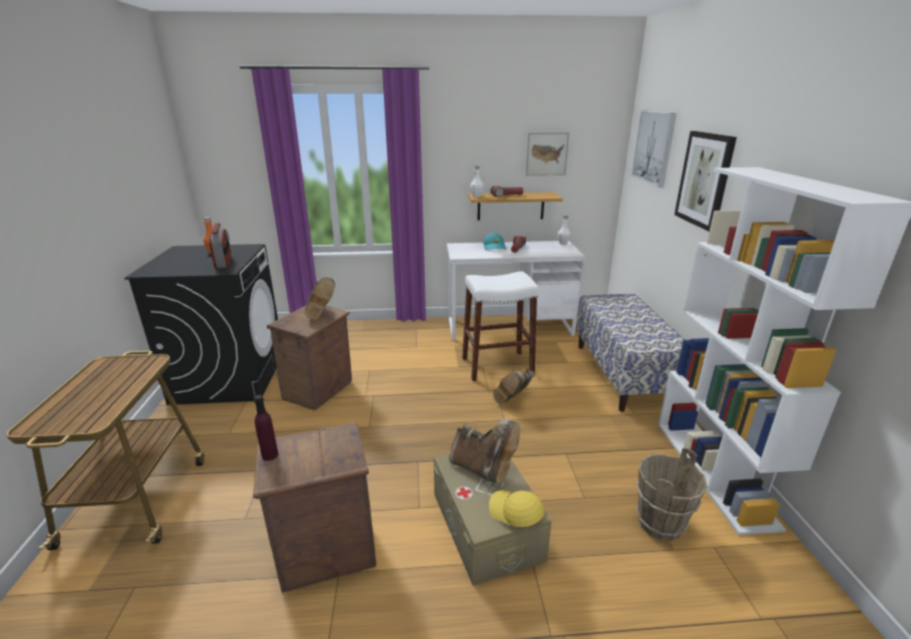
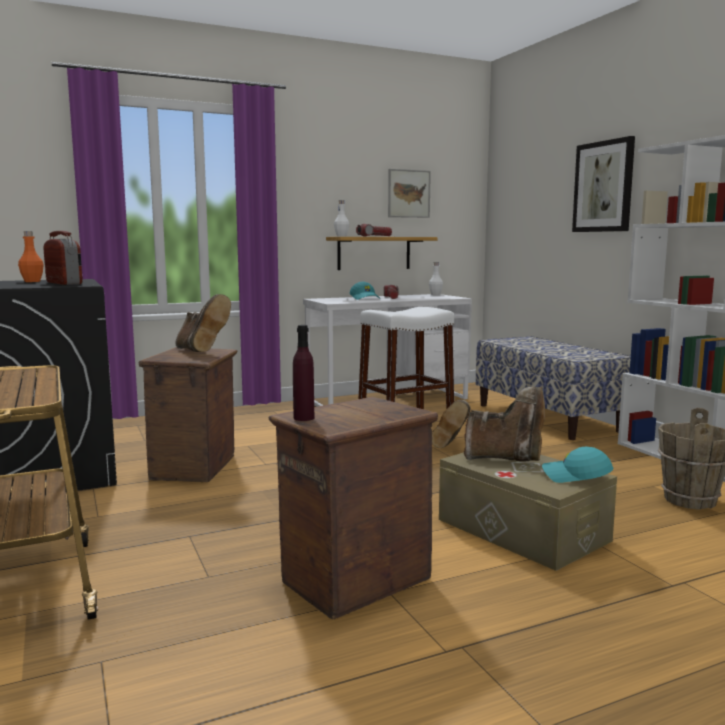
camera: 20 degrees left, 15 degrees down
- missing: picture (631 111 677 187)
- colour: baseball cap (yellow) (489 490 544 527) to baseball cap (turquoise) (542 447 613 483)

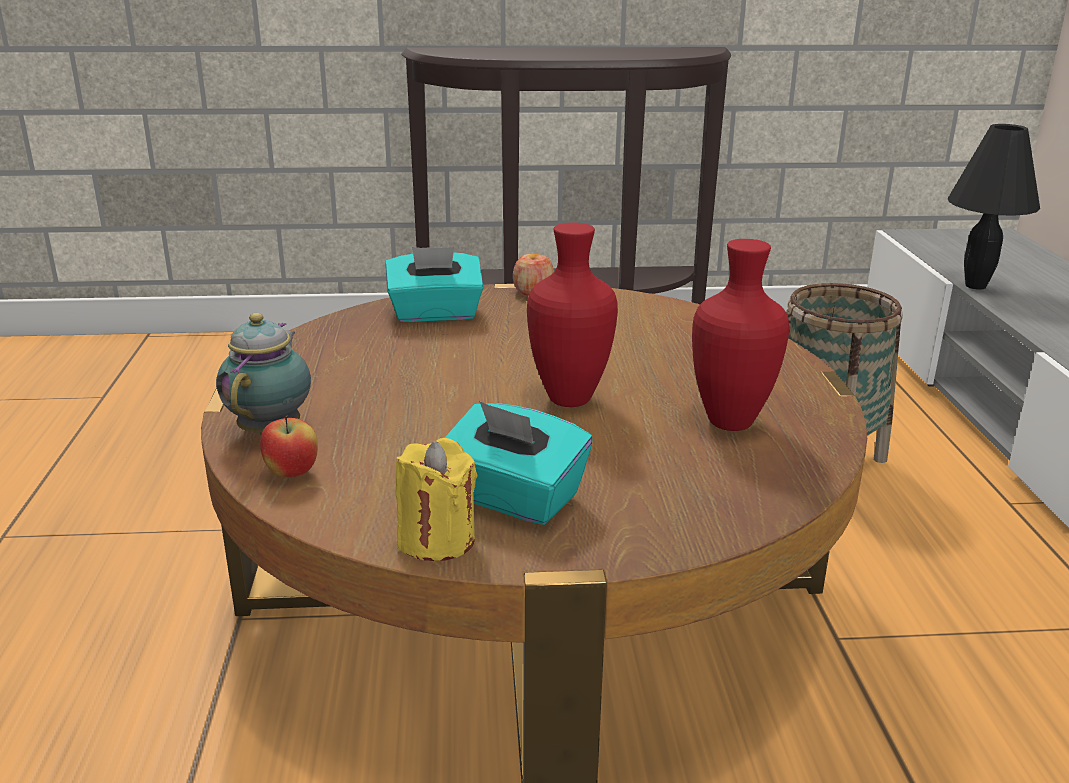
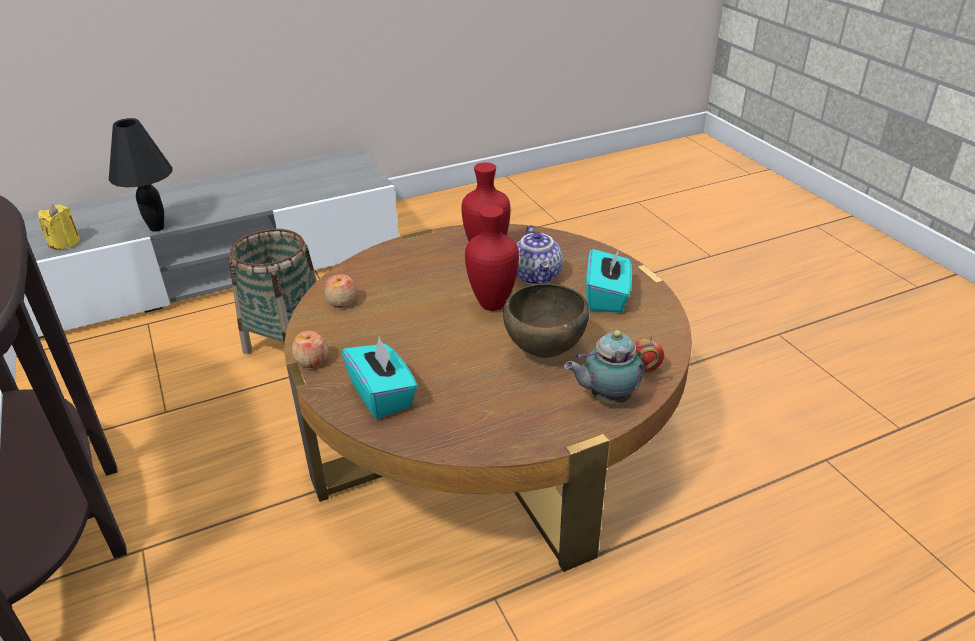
camera: 110 degrees left, 10 degrees up
- relocated: wax light (yellow) (396 438 478 561) to (38 204 80 249)
- appeared: pot for tea (516 225 563 285)
- appeared: whole apple (325 274 357 308)
- appeared: deep dish (brown) (503 284 589 358)

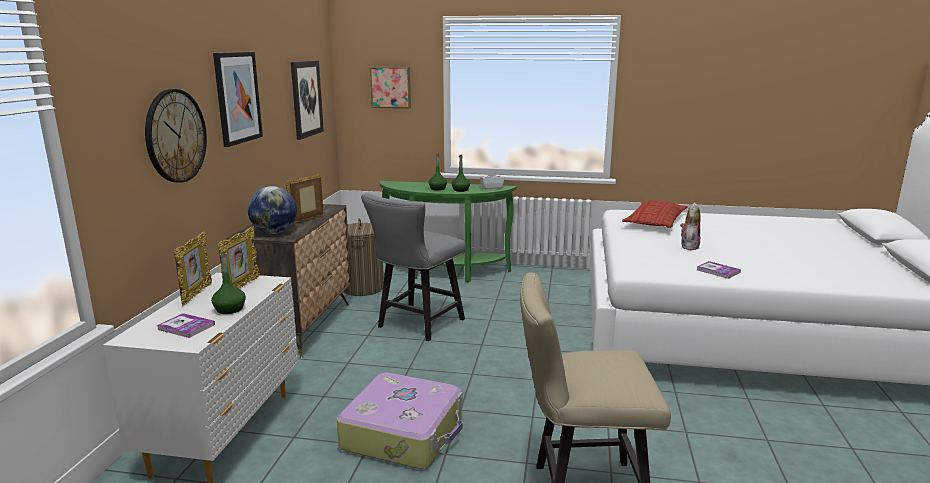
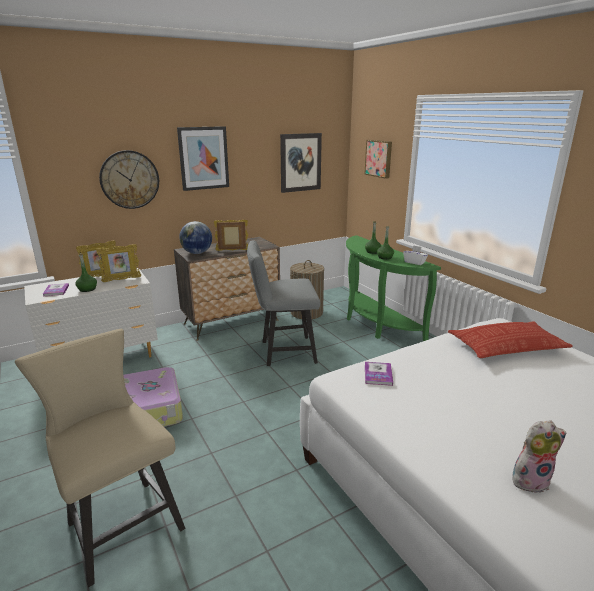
camera: 50 degrees right, 5 degrees up
- relocated: cuddly toy (680 203 701 250) to (512 420 566 494)
- relocated: bound book (697 261 741 279) to (365 362 393 386)

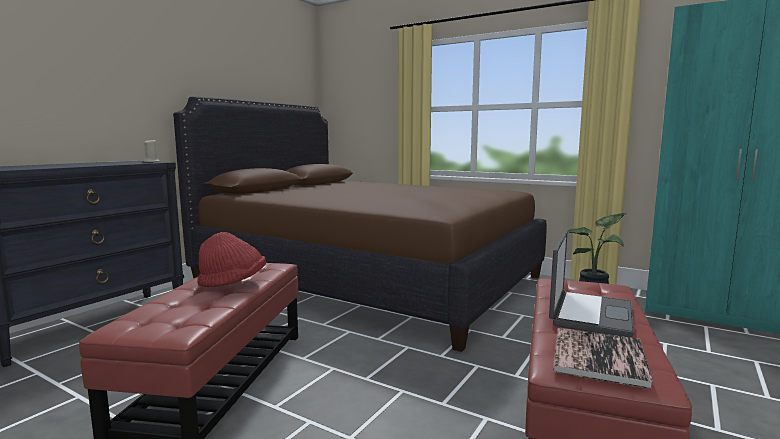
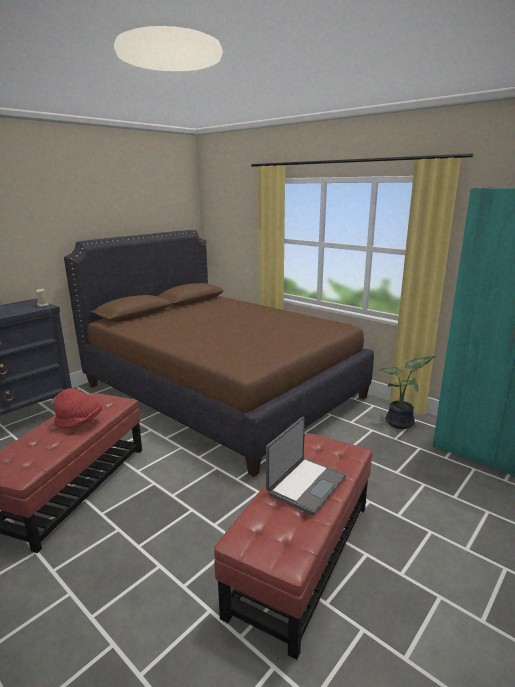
camera: 10 degrees right, 10 degrees up
- missing: bound book (553 328 653 389)

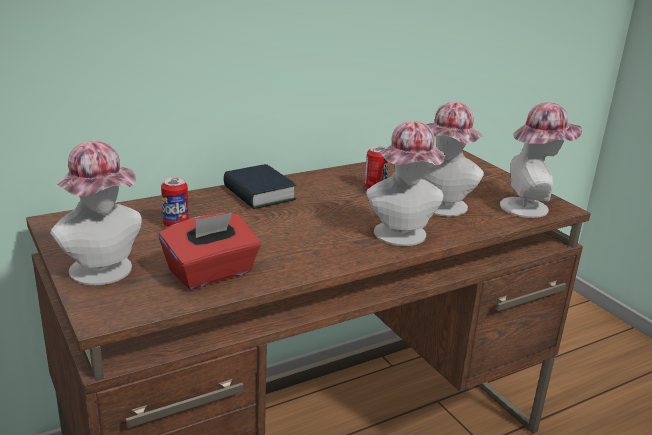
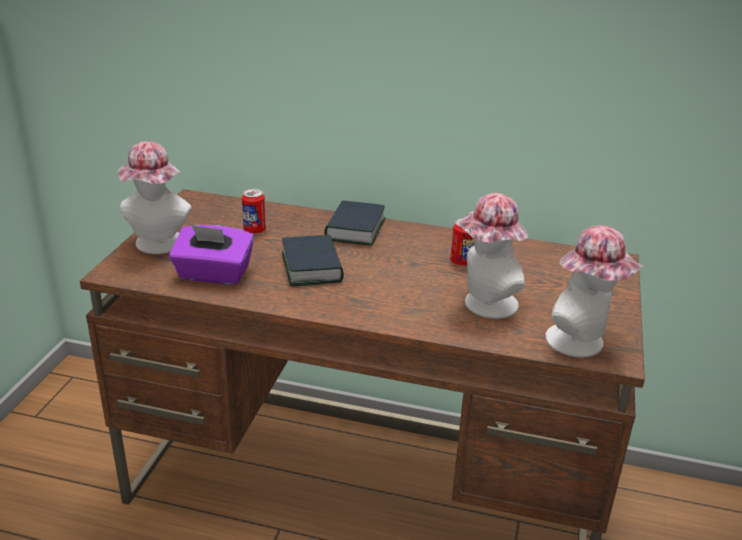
camera: 45 degrees right, 5 degrees up
- missing: hat (366 121 445 246)
- colour: tissue holder (red) (159 213 261 289) to tissue holder (purplish) (169 225 254 285)
- appeared: bound book (282 235 344 286)

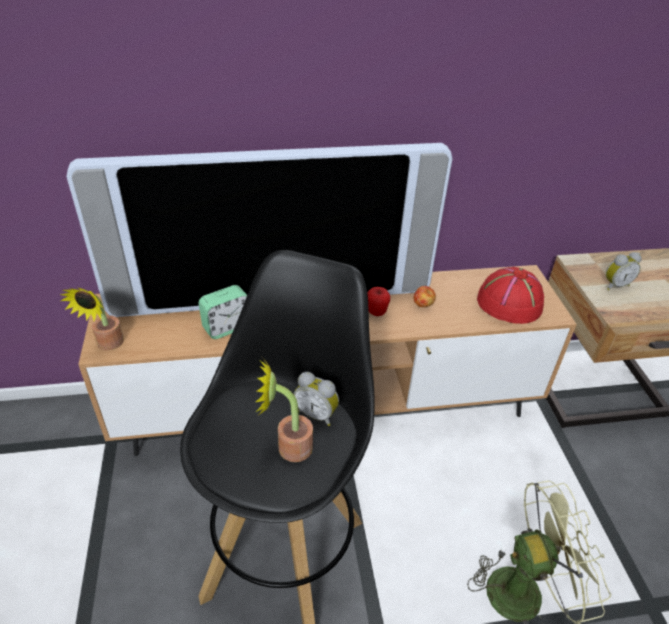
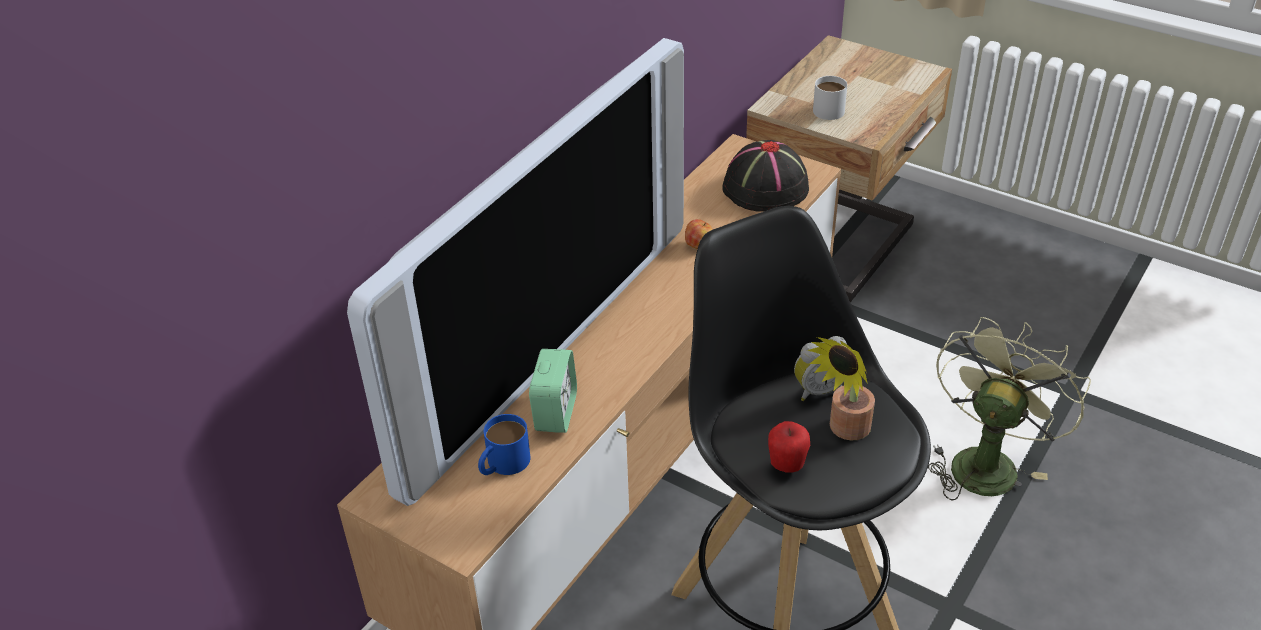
camera: 45 degrees left, 0 degrees up
- exchanged: bedside clock (606 252 642 290) to coffee mug (white) (813 76 847 120)
- colour: hat (red) (477 267 544 324) to hat (black) (722 140 809 212)
- missing: houseplant (60 287 124 350)
- relocated: whole apple (367 287 390 316) to (768 421 810 473)
- appeared: coffee mug (blue) (478 414 530 475)

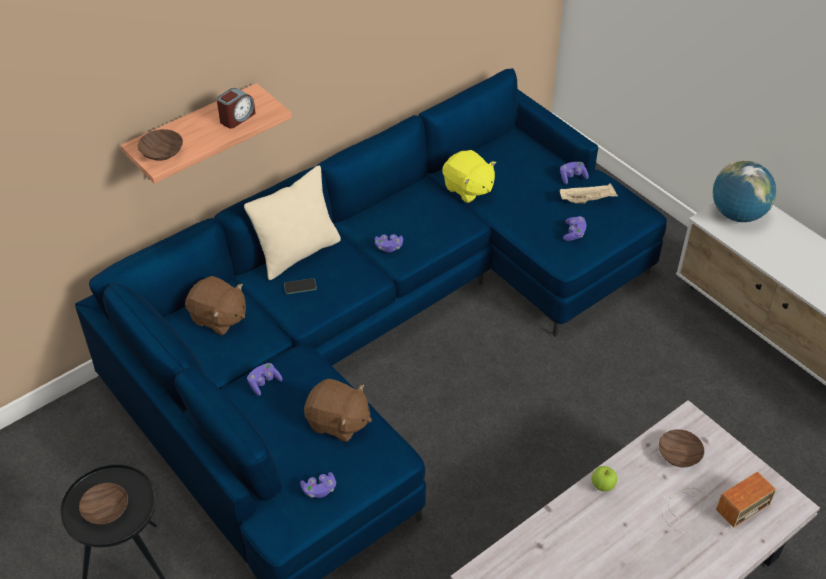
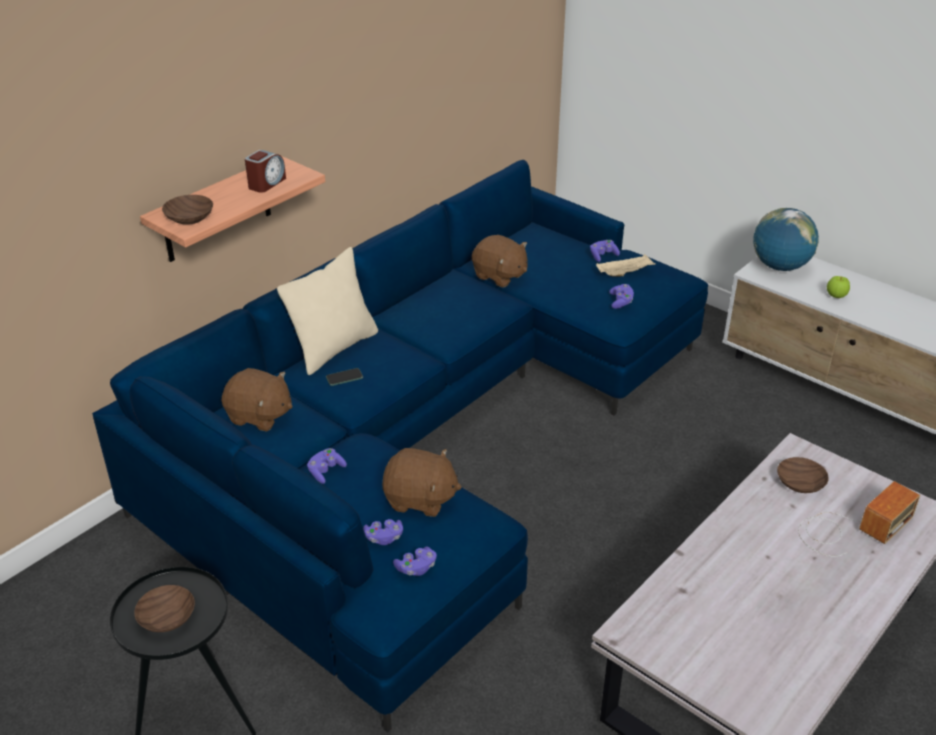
camera: 10 degrees left, 10 degrees down
- colour: cuddly toy (yellow) (442 150 496 203) to cuddly toy (brown) (472 235 528 288)
- relocated: joypad (purplish) (375 234 403 253) to (363 519 403 545)
- relocated: whole apple (592 466 617 491) to (827 276 850 298)

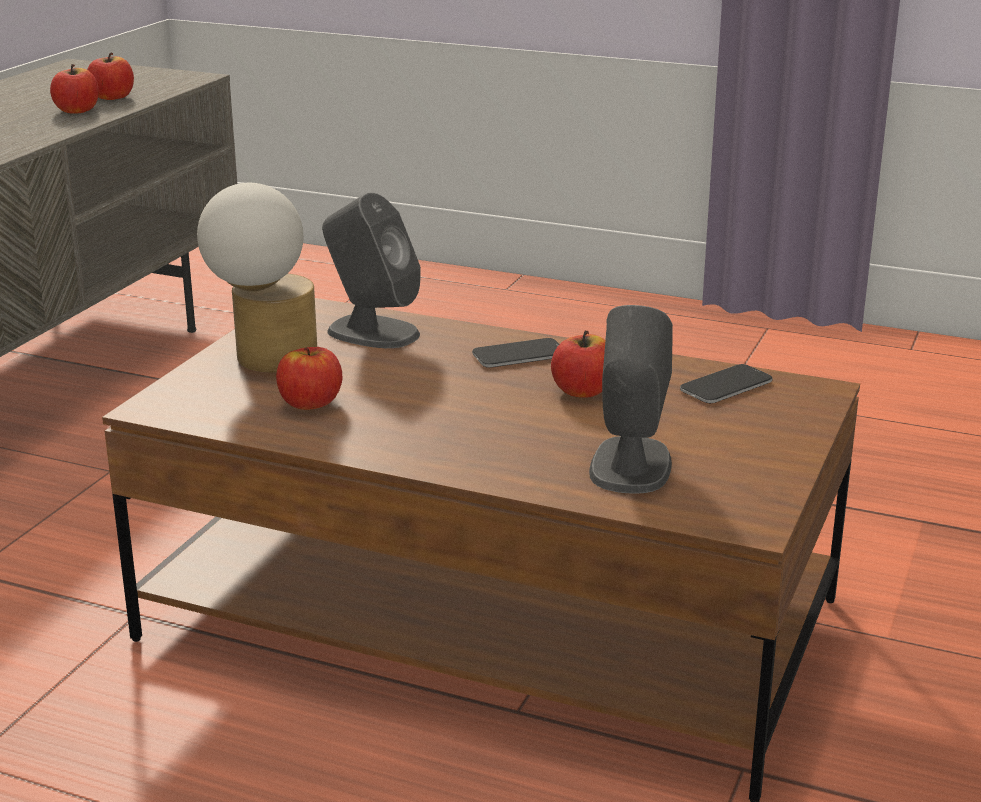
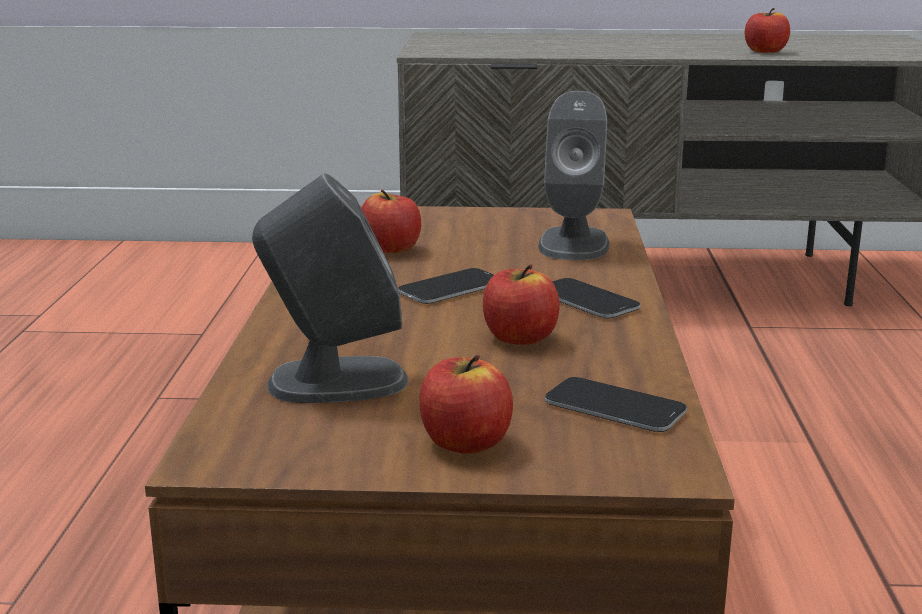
camera: 70 degrees right, 5 degrees down
- relocated: whole apple (87 52 134 100) to (419 355 513 454)
- missing: lamp for a table (197 183 317 372)
- appeared: phone (398 268 494 304)

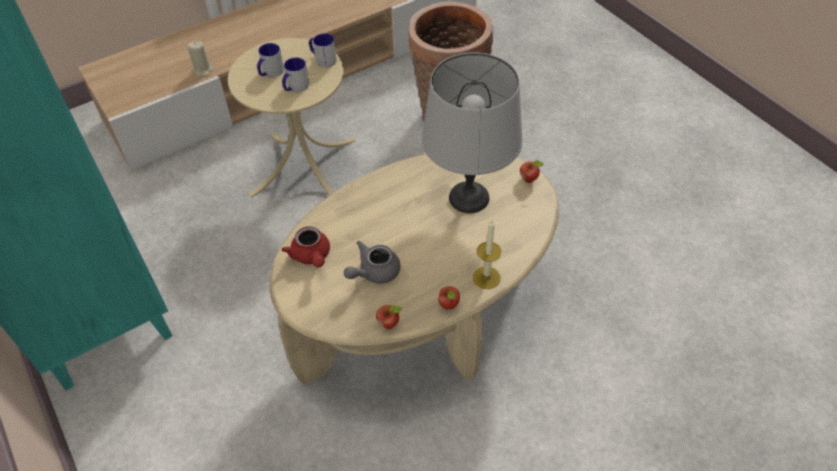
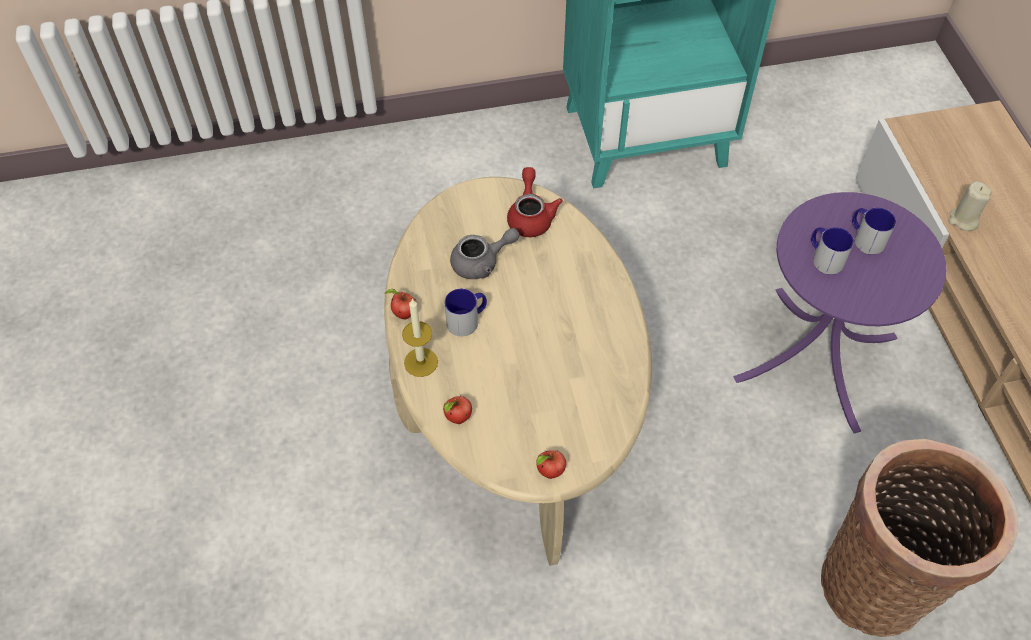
camera: 110 degrees right, 5 degrees up
- relocated: coffee mug (309 33 337 67) to (445 289 487 336)
- colour: end table (beige) (228 38 356 197) to end table (purplish) (734 192 947 433)
- missing: lamp for a table (grey) (422 53 523 213)
- spun: pot for tea (red) (282 226 330 267) = (507 167 563 237) 90 degrees clockwise
- spun: pot for tea (grey) (344 241 400 284) = (450 228 520 279) 90 degrees clockwise
- relocated: whole apple (376 305 402 329) to (443 396 472 424)

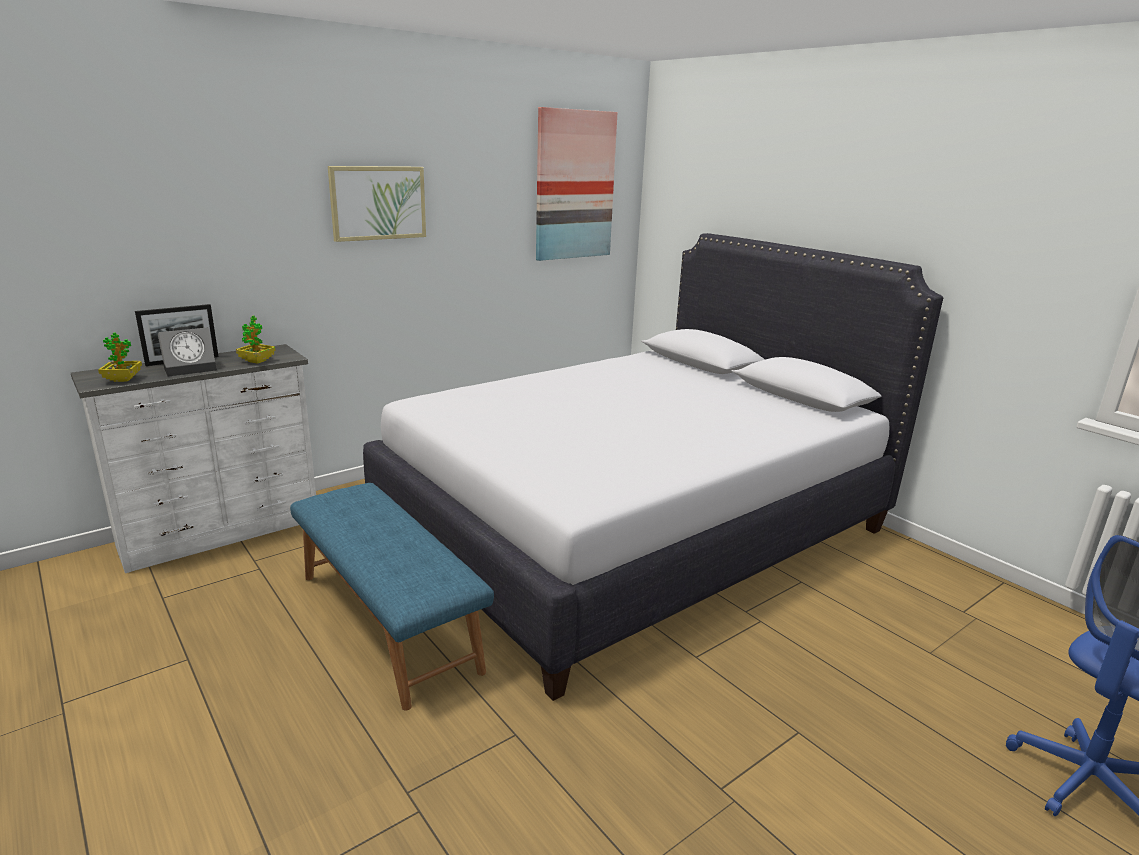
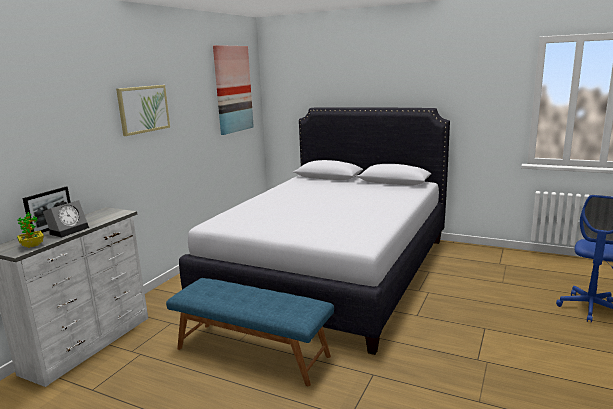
camera: 25 degrees left, 5 degrees down
- missing: houseplant (236 316 275 364)

